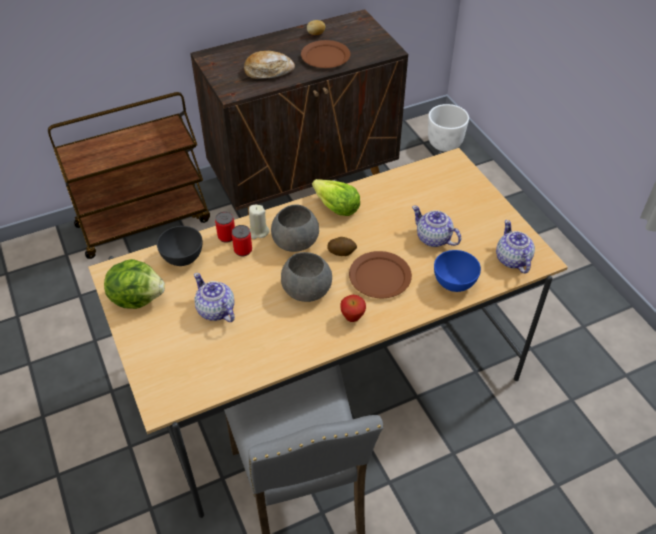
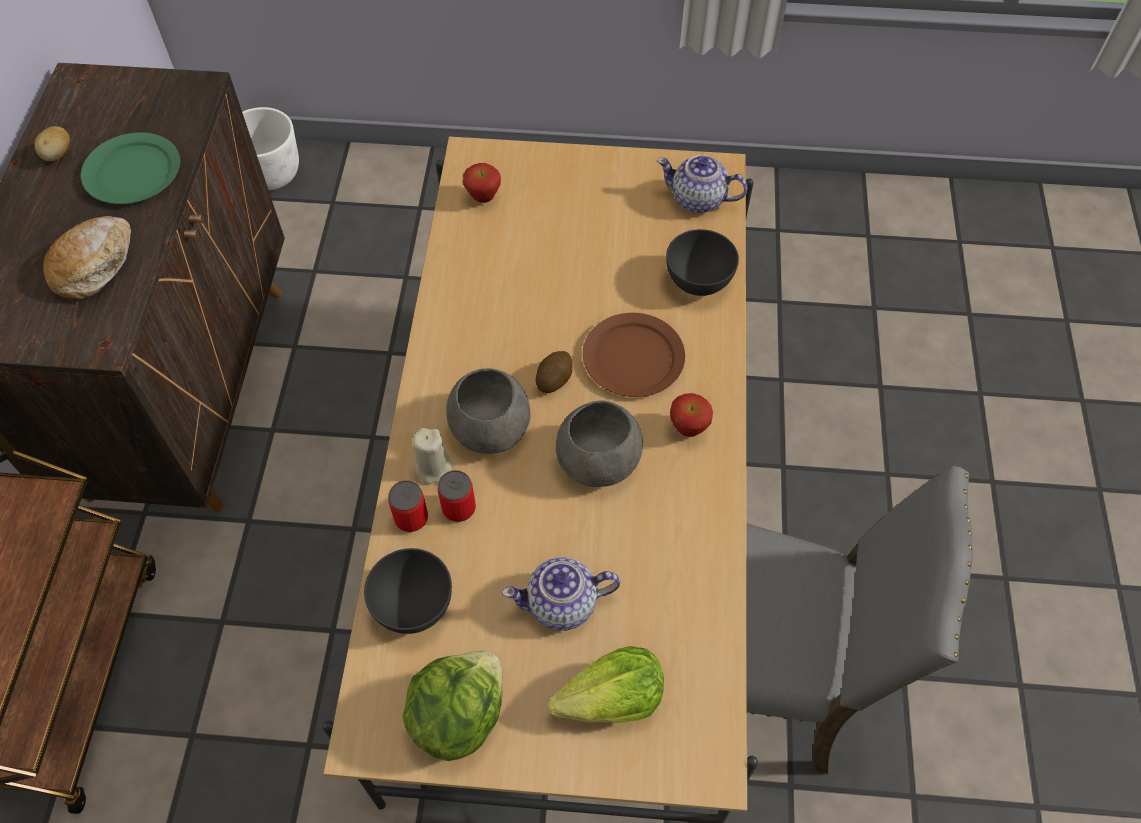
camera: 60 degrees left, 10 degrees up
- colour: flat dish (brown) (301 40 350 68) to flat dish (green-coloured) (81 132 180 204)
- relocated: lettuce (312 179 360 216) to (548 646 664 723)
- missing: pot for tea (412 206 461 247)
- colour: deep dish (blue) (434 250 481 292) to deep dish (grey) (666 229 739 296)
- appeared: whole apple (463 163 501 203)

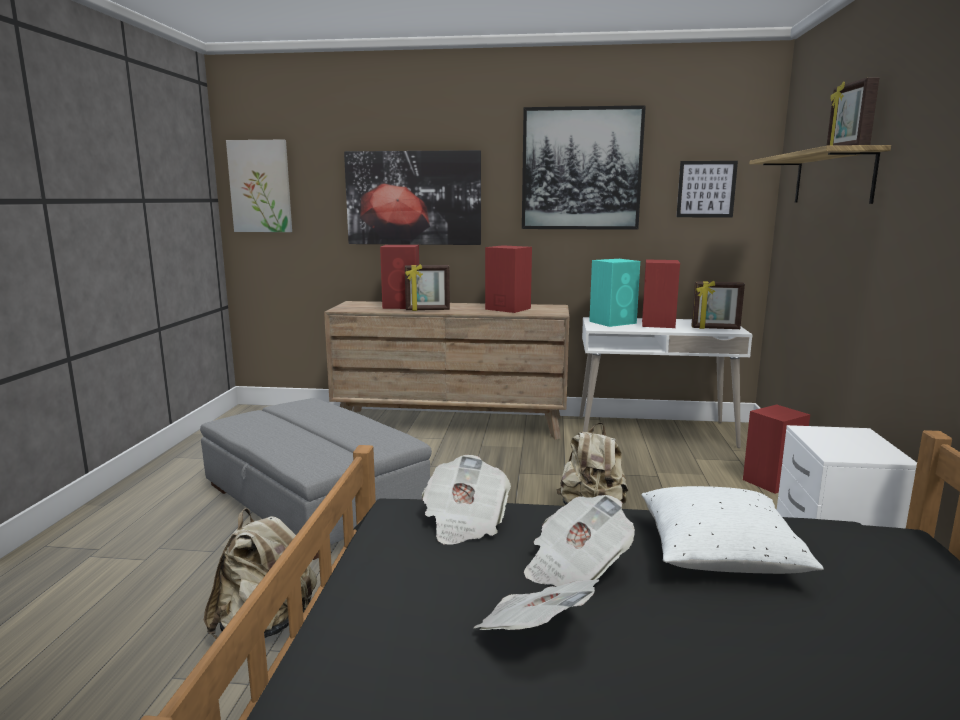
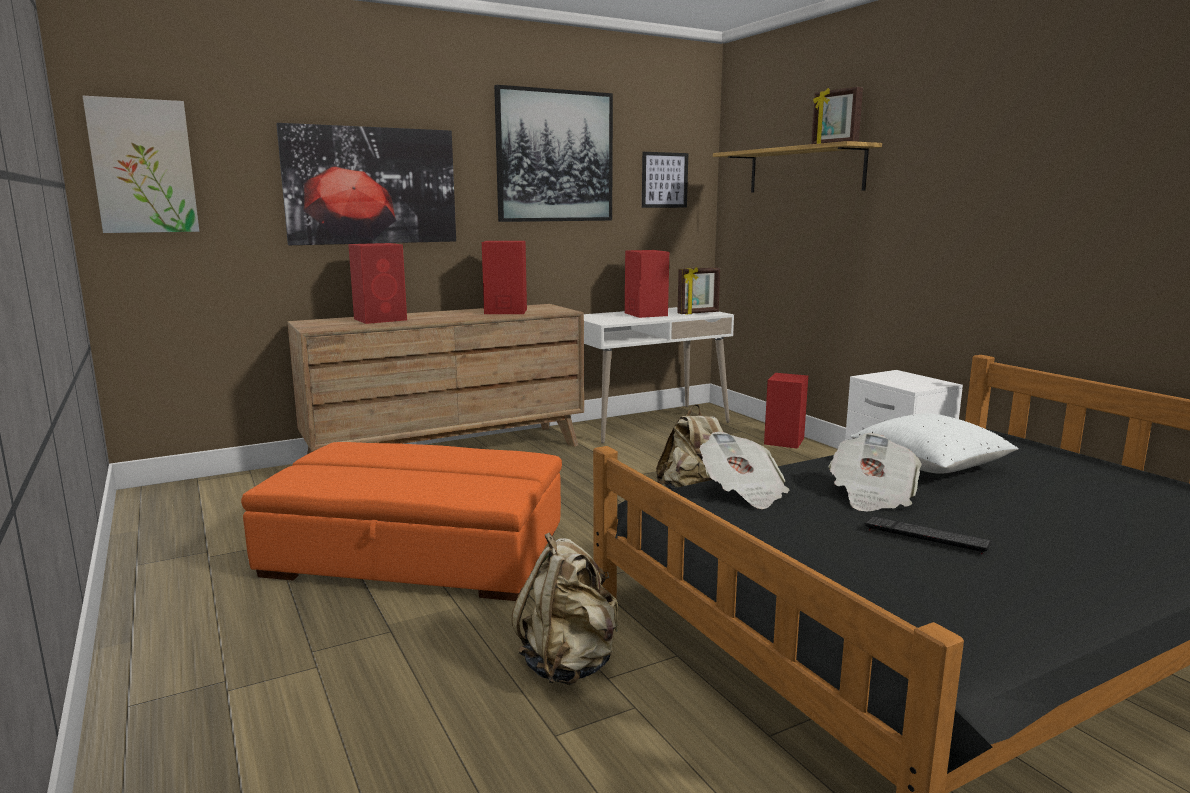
camera: 35 degrees left, 0 degrees up
- missing: speaker (turquoise) (589 259 640 327)
- missing: standing frame (405 264 450 311)
- colour: footrest (grey) (200 398 432 560) to footrest (orangey) (241 442 562 601)
- exchanged: printed paper (474 580 600 630) to keyboard (864 516 993 554)

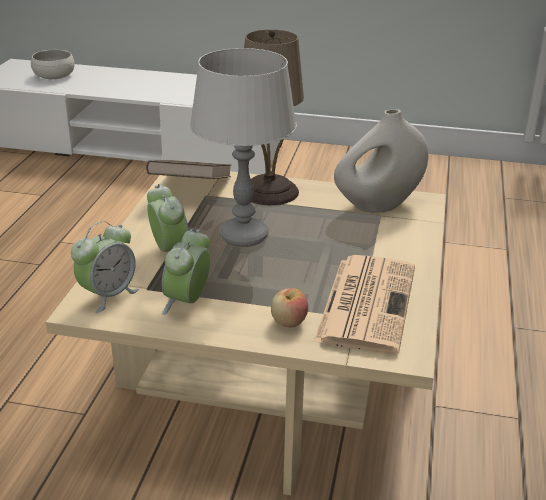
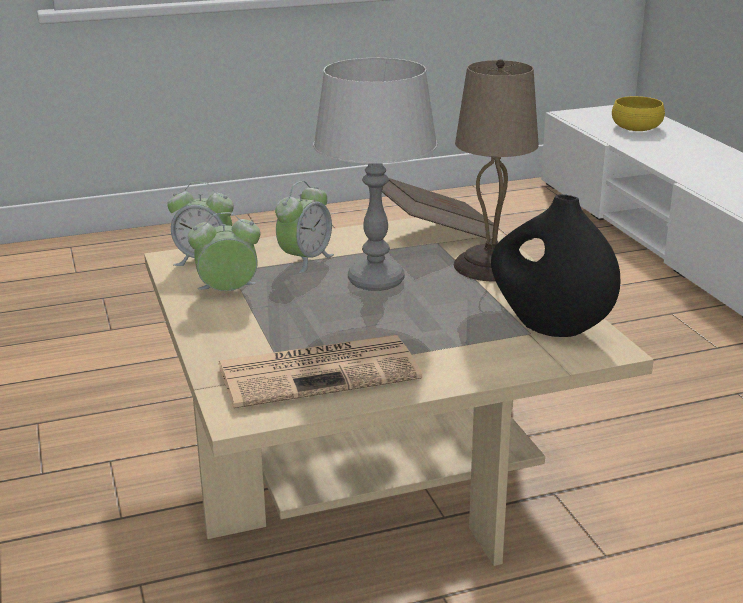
camera: 60 degrees right, 5 degrees down
- colour: deep dish (white) (31 50 75 79) to deep dish (yellow) (612 96 665 131)
- colour: decorative vase (white) (334 109 428 213) to decorative vase (black) (491 194 620 337)
- missing: whole apple (271 288 308 327)

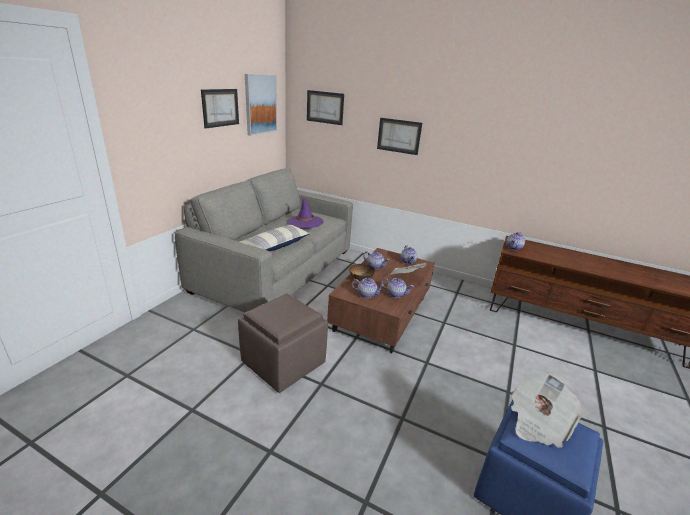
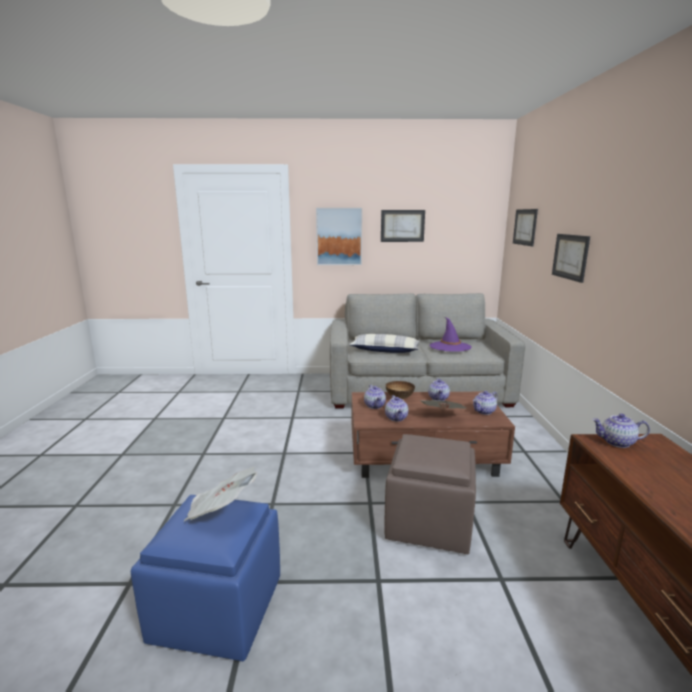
camera: 65 degrees right, 10 degrees down
- relocated: picture (245 74 277 136) to (316 208 362 265)
- relocated: footrest (brown) (238 294 328 393) to (385 434 476 554)

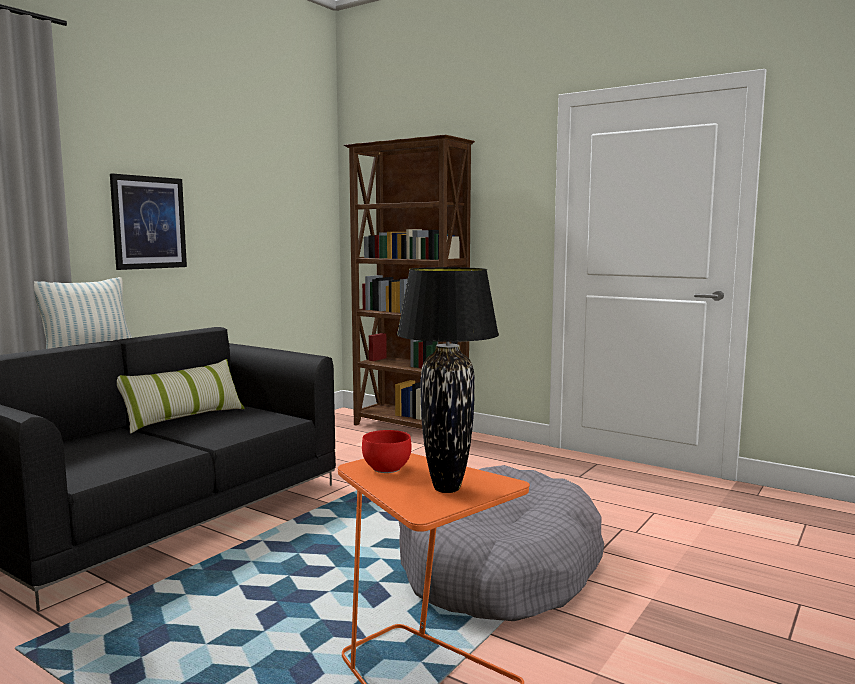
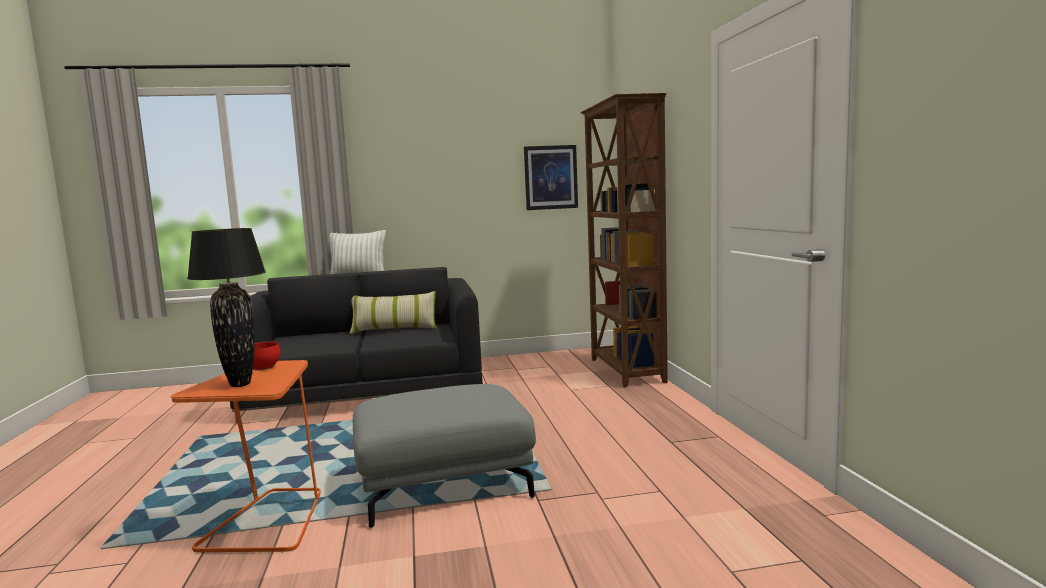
camera: 45 degrees right, 0 degrees up
- relocated: picture (110 173 187 270) to (524 145 578 210)
- exchanged: dog bed (grey) (399 465 604 621) to footrest (grey) (353 384 536 528)

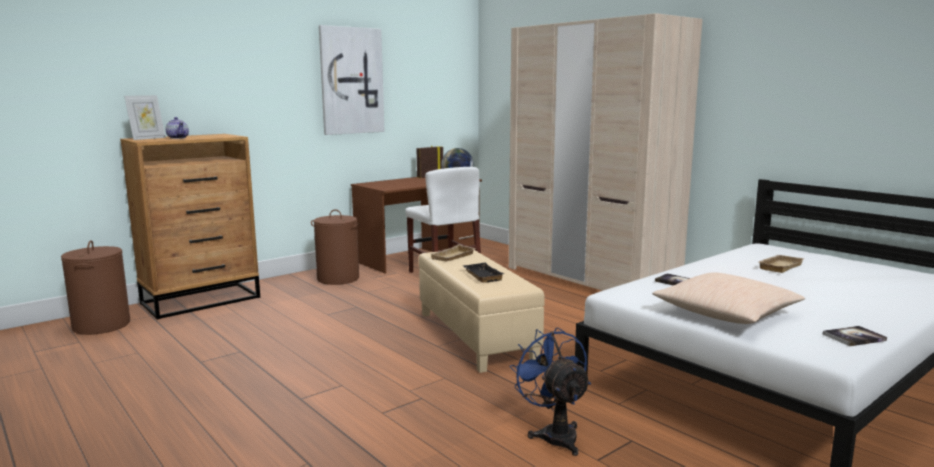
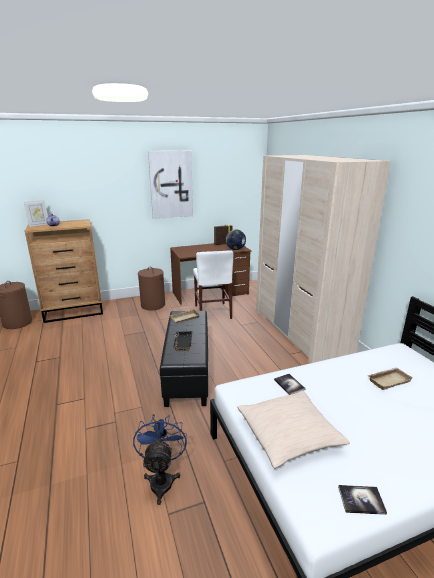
camera: 20 degrees right, 10 degrees up
- colour: footrest (beige) (419 250 545 373) to footrest (black) (160 311 208 407)

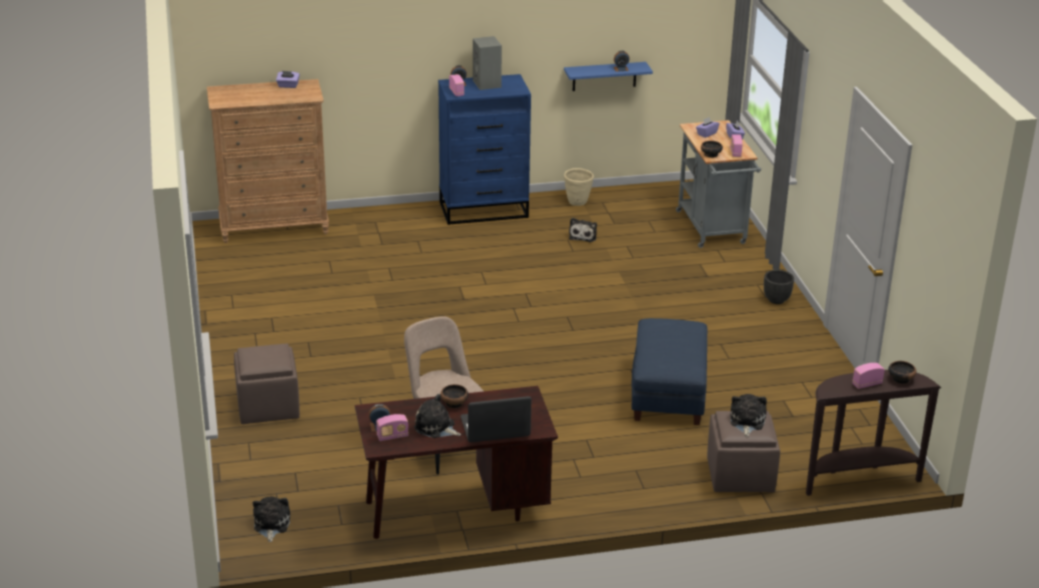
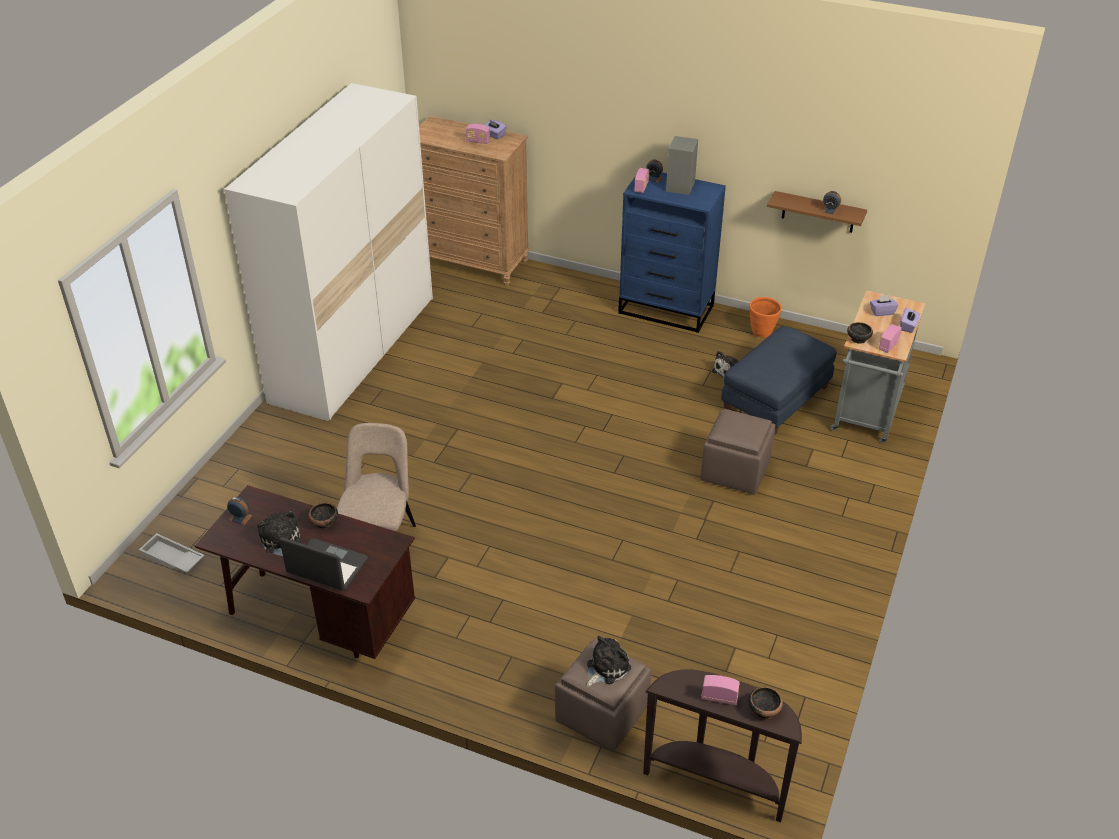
camera: 35 degrees right, 10 degrees up
- colour: shelf (blue) (564 62 653 91) to shelf (brown) (767 191 867 233)
- colour: flower pot (beige) (564 168 594 206) to flower pot (orangey) (750 297 782 338)
- missing: flower pot (black) (764 270 794 304)
- relocated: footrest (blue) (631 318 707 425) to (721 326 836 435)
- relocated: footrest (brown) (234 344 300 424) to (701 409 775 495)
- relocated: radio receiver (376 414 409 441) to (466 124 490 144)
- exchanged: cuddly toy (253 496 290 542) to serving tray (white) (139 533 205 572)
- appeared: armoire (white) (224 83 433 421)

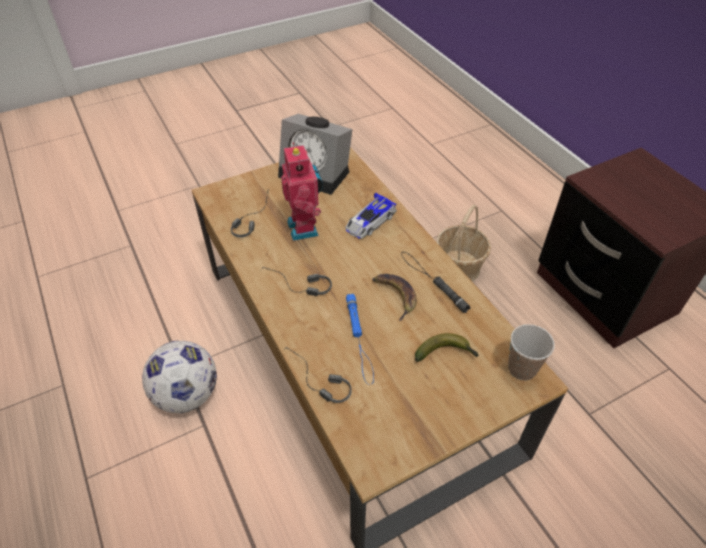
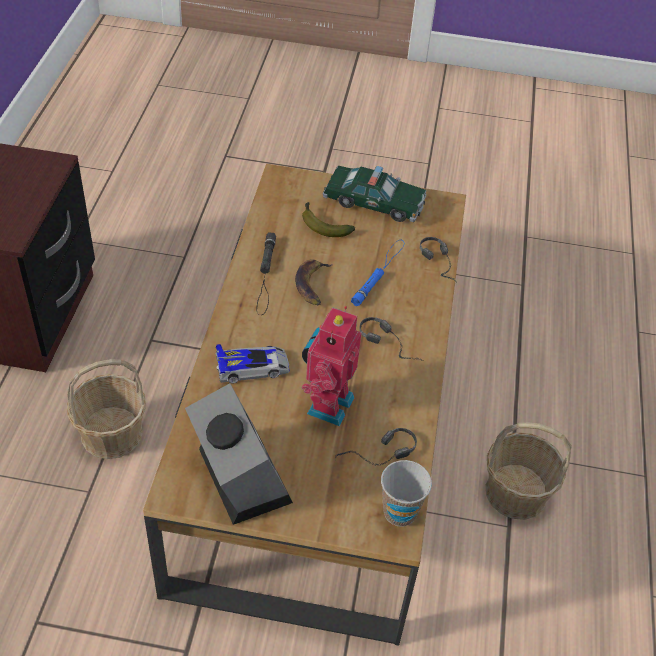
camera: 145 degrees left, 0 degrees up
- relocated: cup (508 324 555 380) to (381 460 432 526)
- exchanged: ball for football (142 341 217 413) to basket (486 423 572 520)
- appeared: miniature car (323 166 426 222)

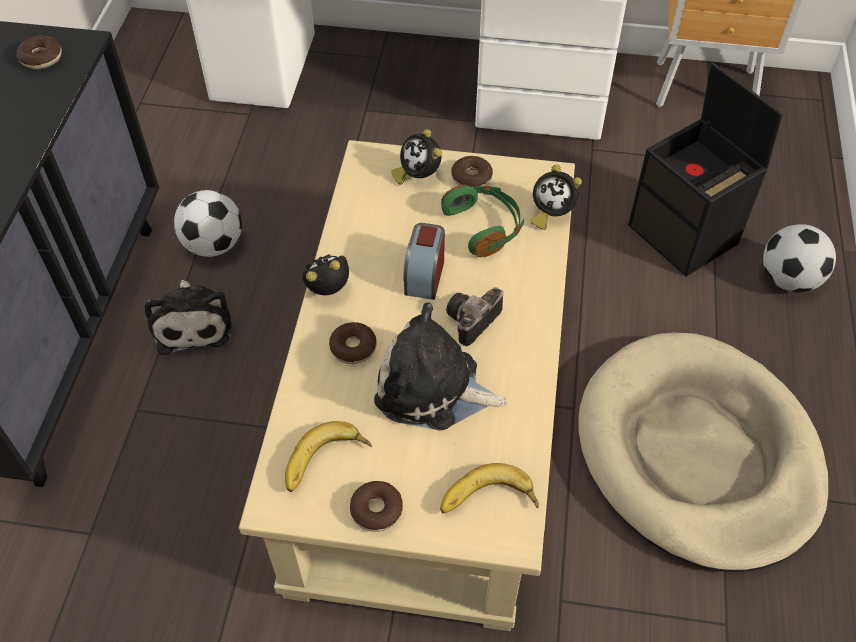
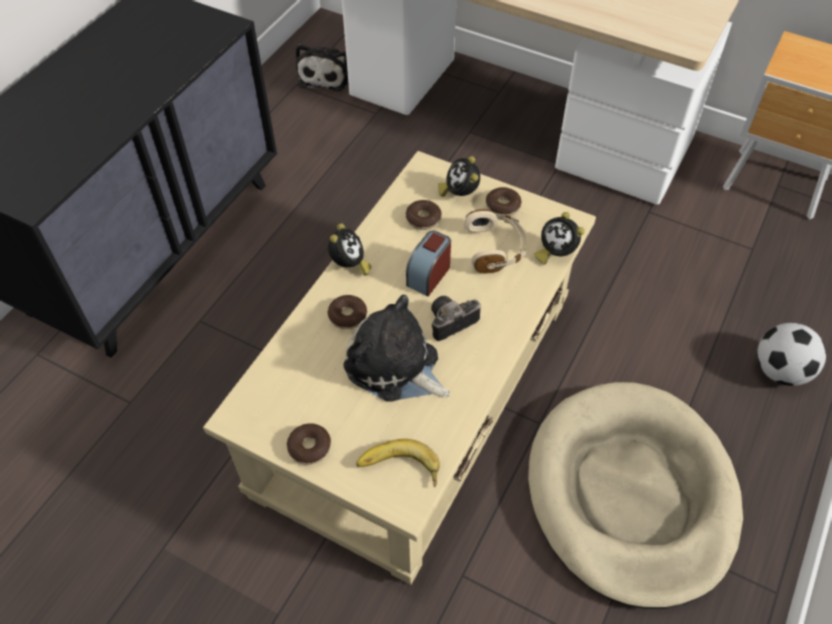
camera: 20 degrees right, 0 degrees up
- relocated: doughnut (16 35 62 69) to (406 200 442 230)
- missing: storage bin (black) (628 62 783 277)
- colour: headset (green-coloured) (441 184 524 257) to headset (beige) (464 209 527 273)
- missing: ball for football (174 190 242 257)
- spun: bedside clock (302 254 349 295) = (328 223 372 276) 105 degrees clockwise
- relocated: cuddly toy (144 280 233 355) to (295 44 349 92)
- missing: banana fruit (285 421 372 492)

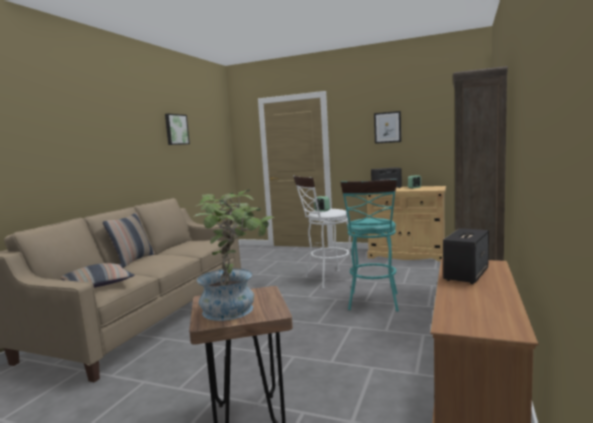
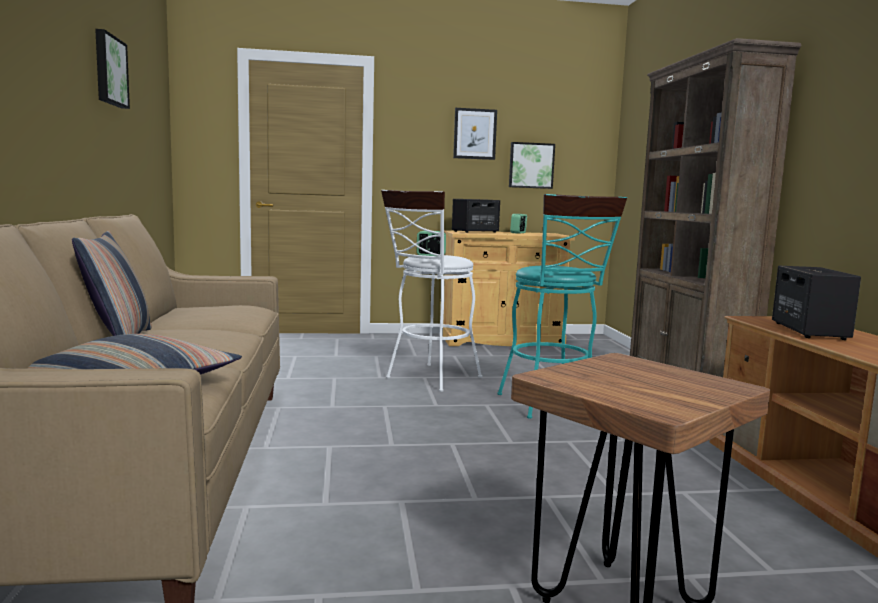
camera: 30 degrees left, 0 degrees up
- missing: houseplant (193 190 274 321)
- appeared: picture (509 142 555 189)

